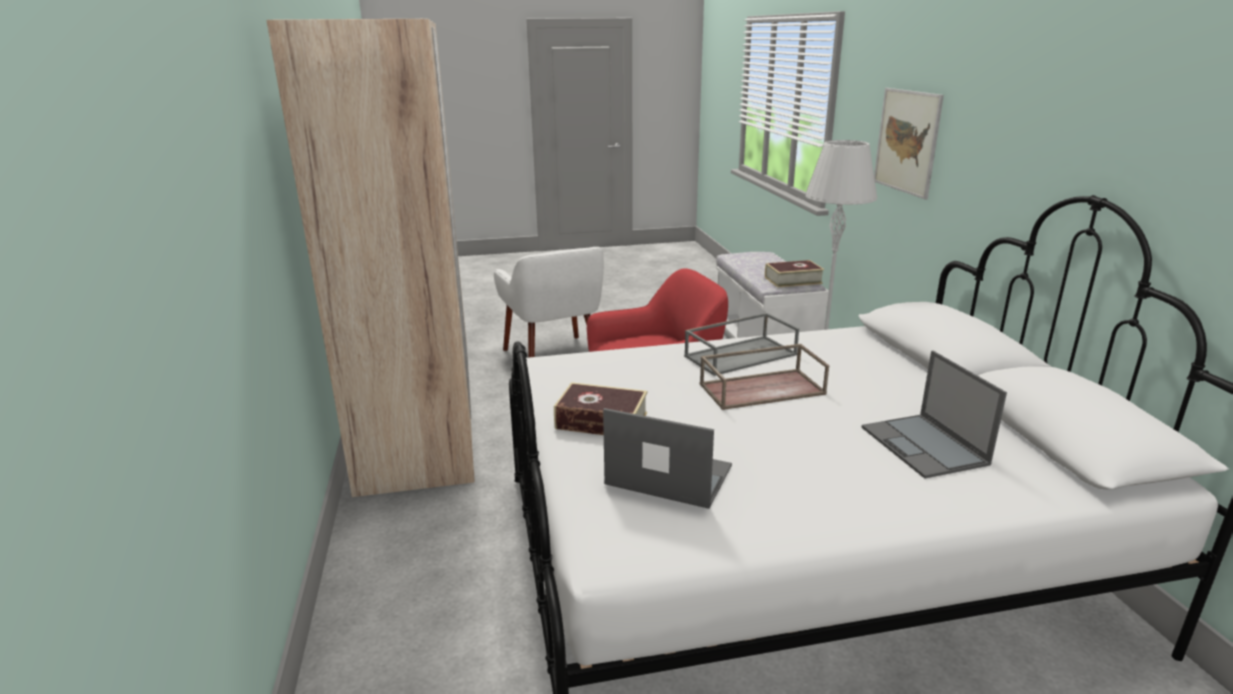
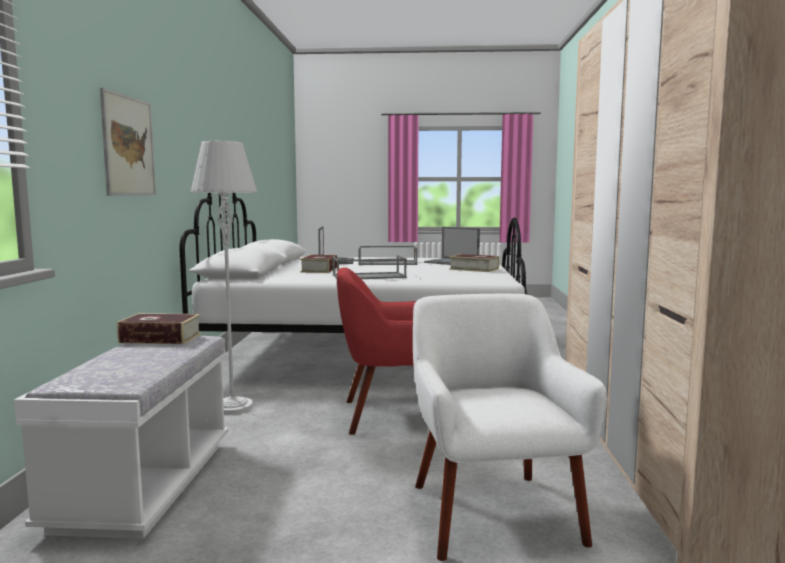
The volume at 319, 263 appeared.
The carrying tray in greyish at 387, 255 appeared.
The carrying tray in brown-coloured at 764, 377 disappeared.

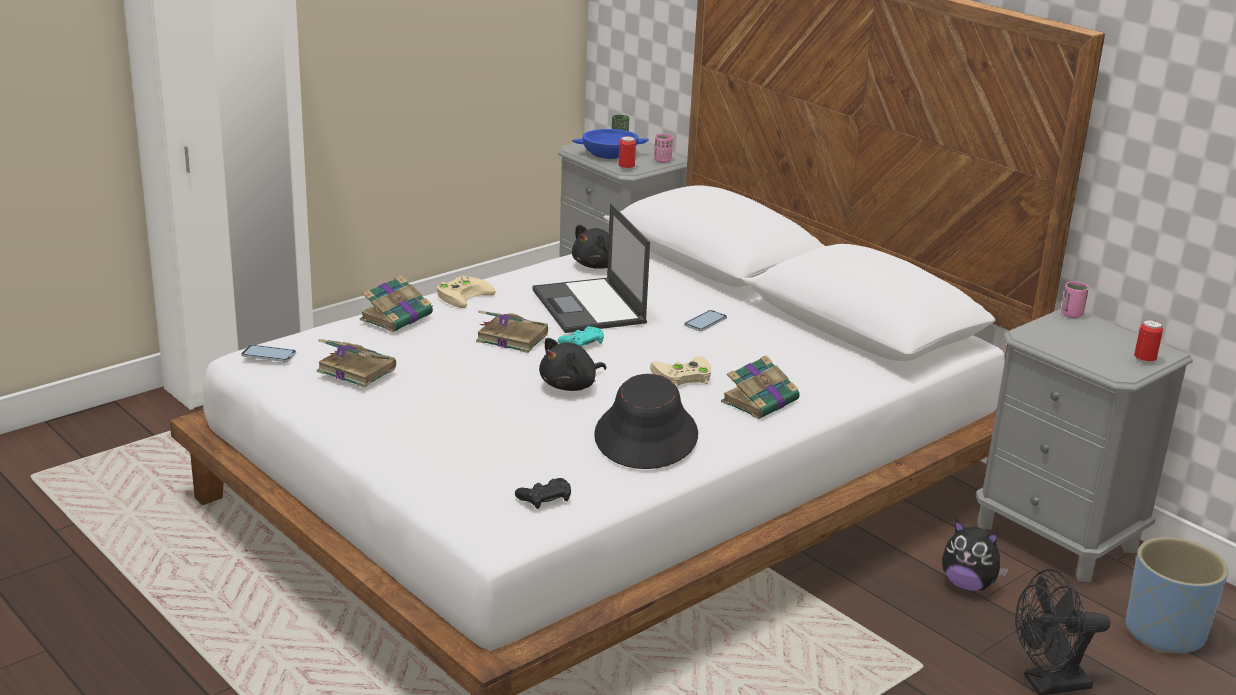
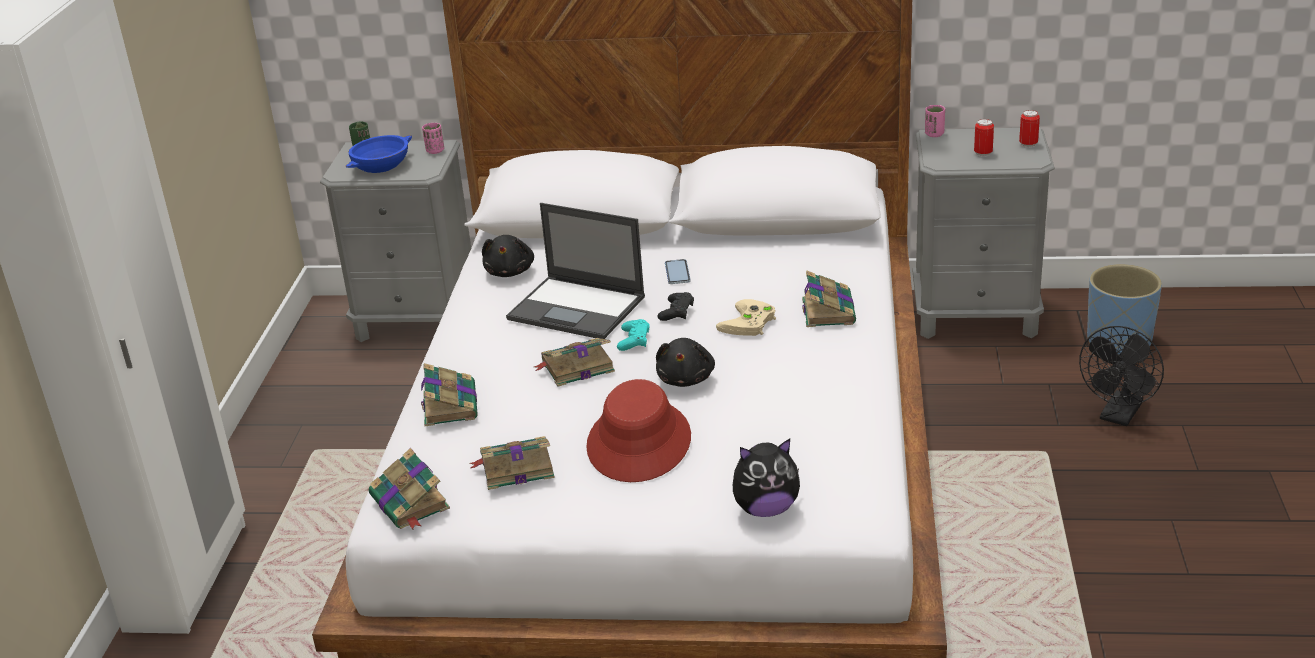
The telephone at 268, 353 was replaced by the volume at 409, 488.
The clothing hat in red at 638, 430 appeared.
The game controller in blackish moved from 543, 493 to 676, 306.
The plush toy moved from 975, 555 to 766, 478.
The metal can moved from 627, 153 to 984, 138.
The game controller in beige at 466, 292 disappeared.
The clothing hat in blackish at 646, 421 disappeared.

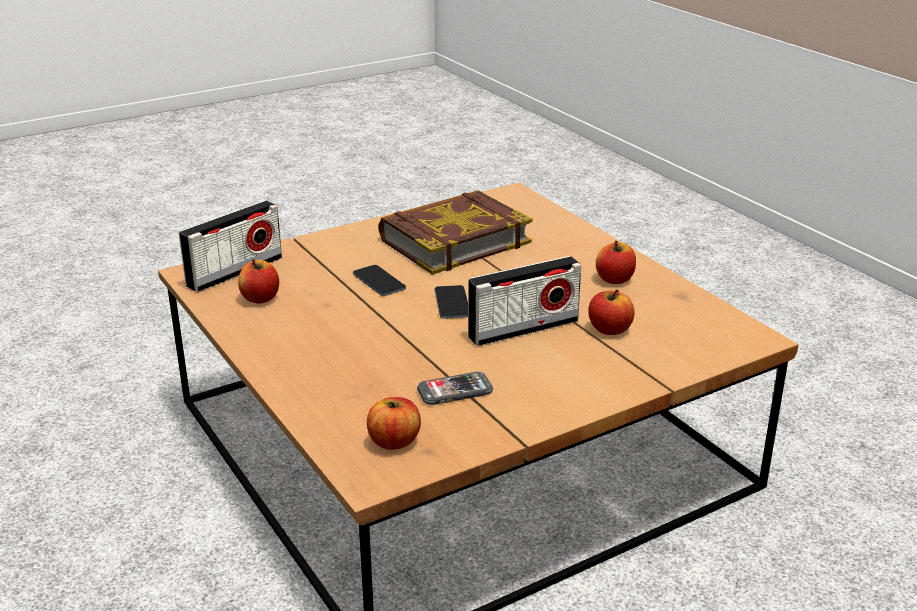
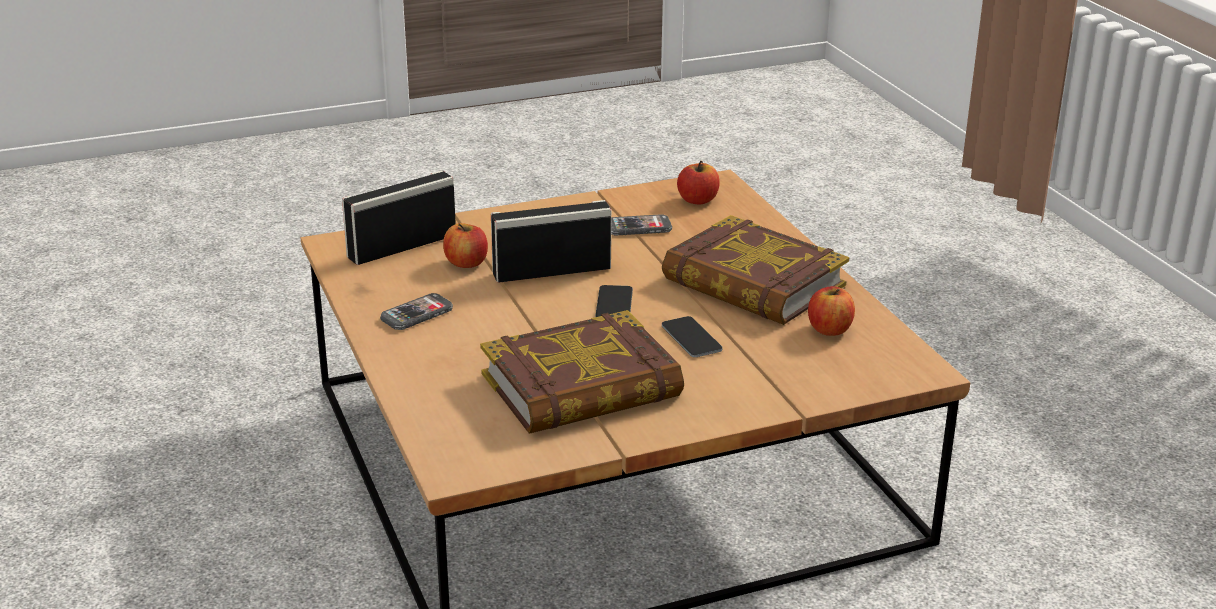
The radio set moved from 230, 246 to 399, 218.
The apple fruit at 616, 262 was replaced by the telephone at 416, 311.
The volume at 755, 270 appeared.

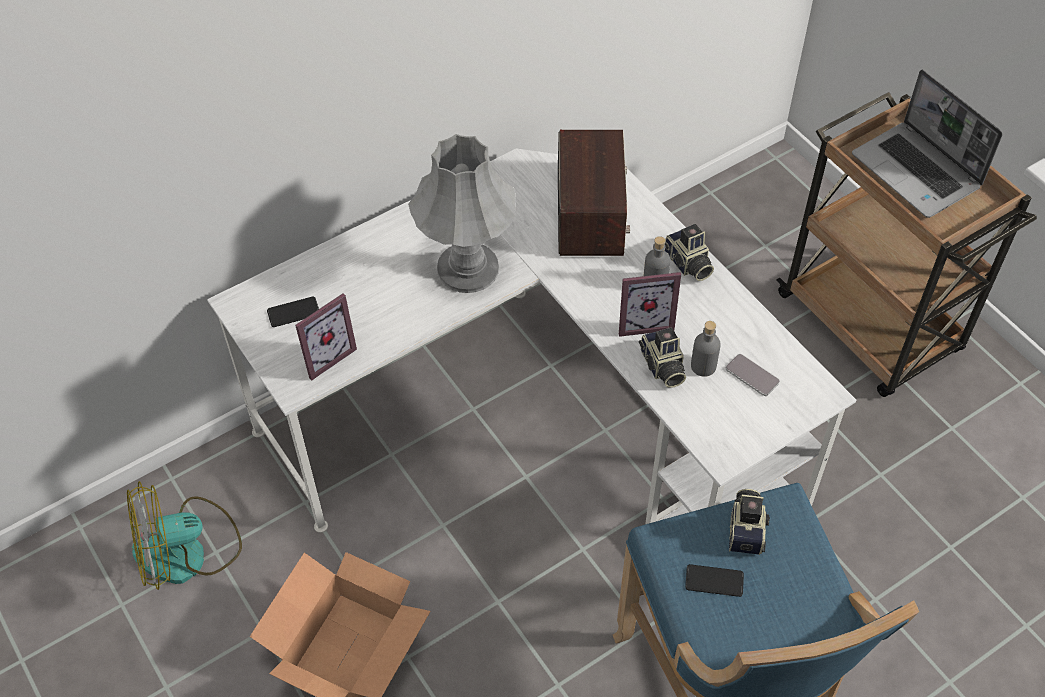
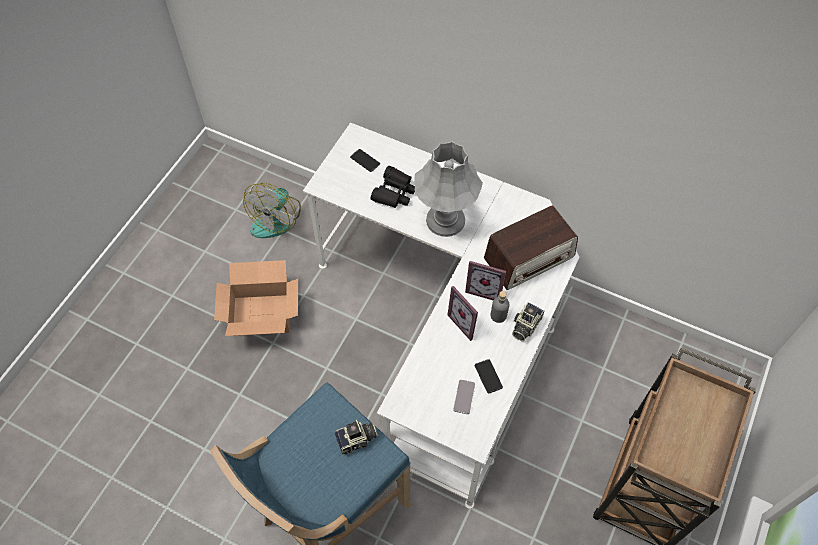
The cooling fan at 184, 535 turned 105 degrees counterclockwise.
The binoculars in blackish at 392, 187 appeared.
The standing frame moved from 326, 337 to 485, 280.
The telephone moved from 714, 580 to 489, 376.
The photo camera at 662, 357 disappeared.
The beverage bottle in greyish at 706, 349 disappeared.
The notebook computer at 927, 144 disappeared.

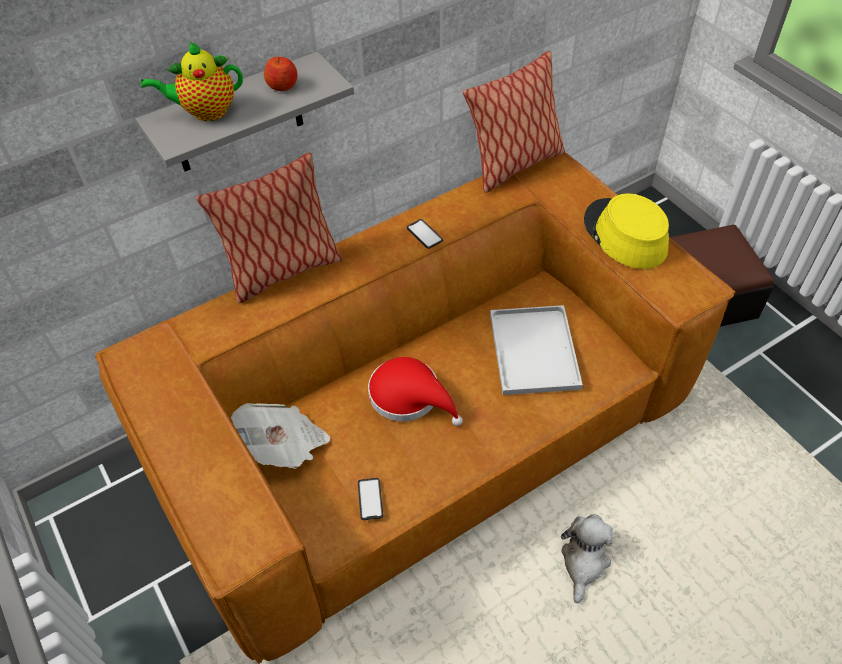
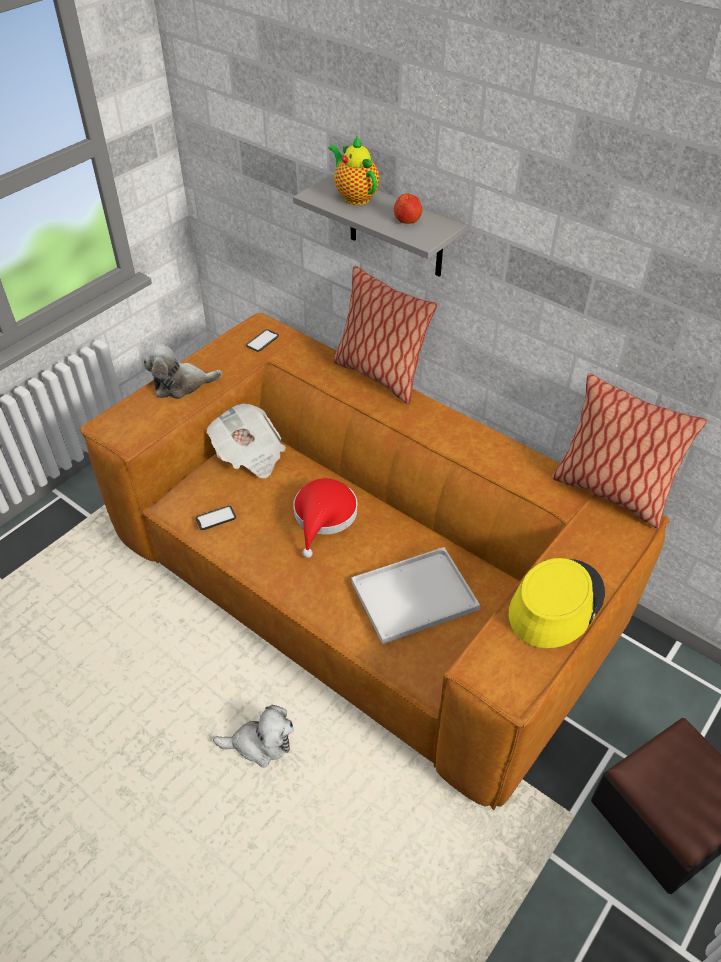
The plush toy at 183, 371 appeared.
The telephone moved from 425, 234 to 262, 340.

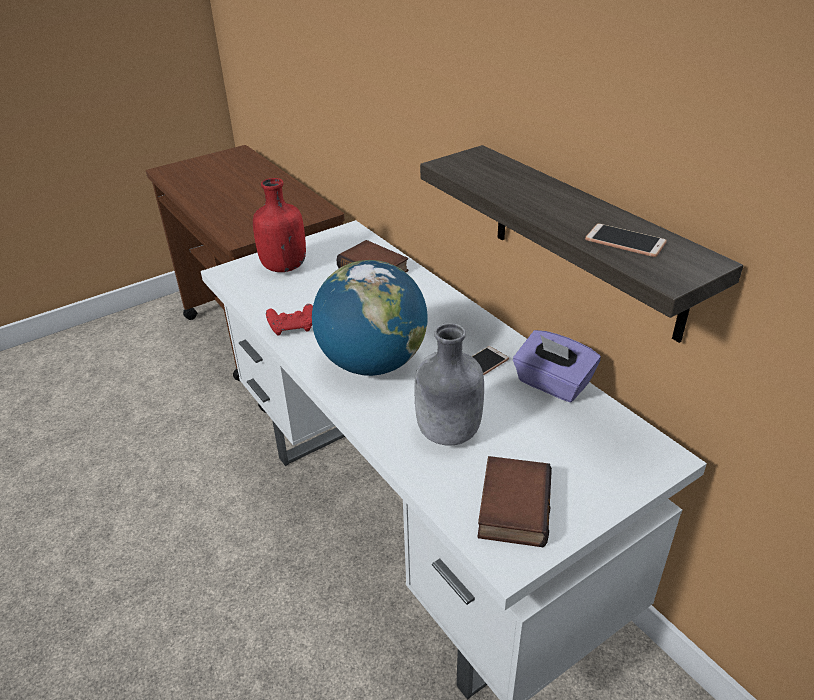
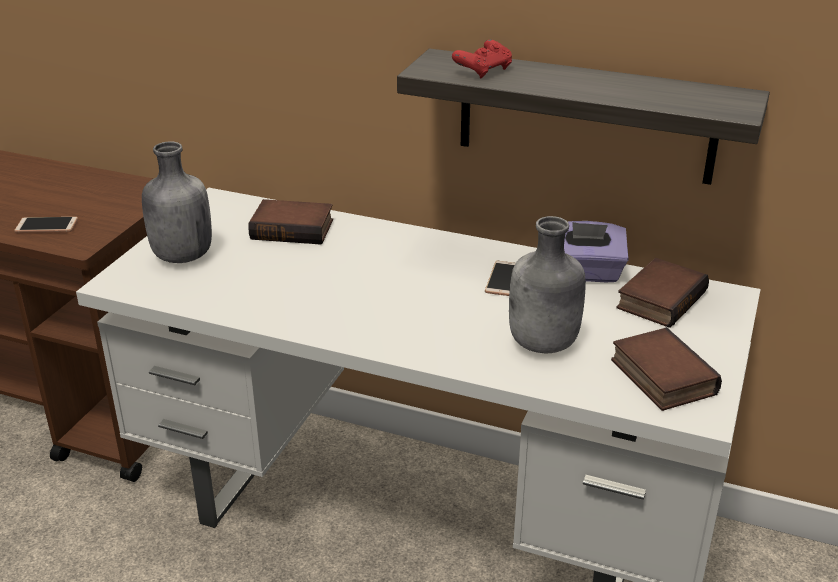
The telephone moved from 626, 240 to 46, 225.
The beverage bottle in red at 279, 225 became the beverage bottle in greyish at 177, 202.
The game controller in red moved from 289, 319 to 482, 59.
The volume at 662, 293 appeared.
The desk globe at 370, 318 disappeared.

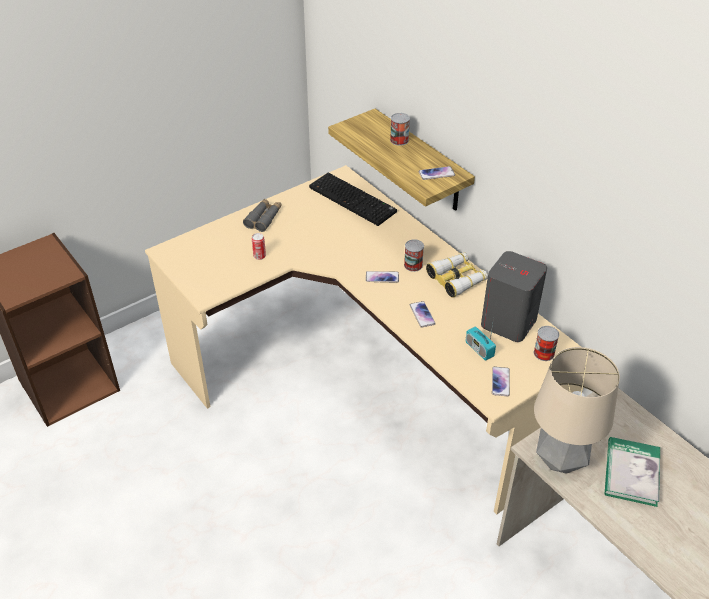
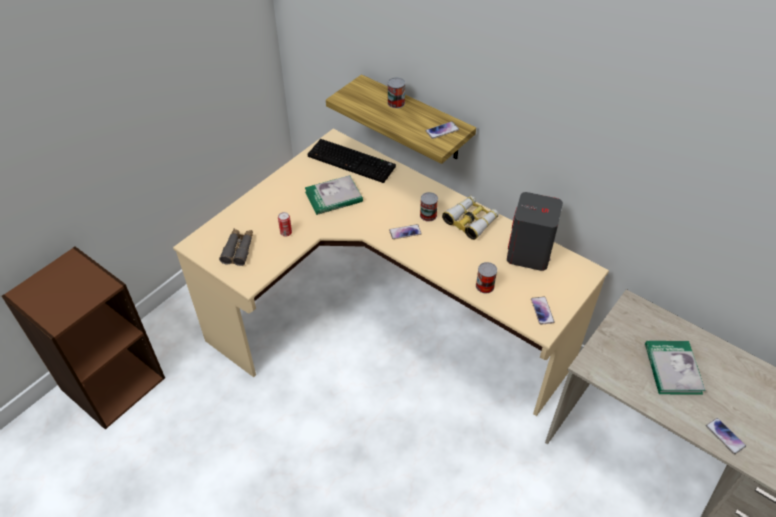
The binoculars in greyish moved from 262, 215 to 236, 247.
The volume at 334, 195 appeared.
The metal can moved from 546, 343 to 486, 278.
The telephone moved from 423, 314 to 726, 436.
The radio set at 480, 339 disappeared.
The tabletop lamp at 577, 410 disappeared.

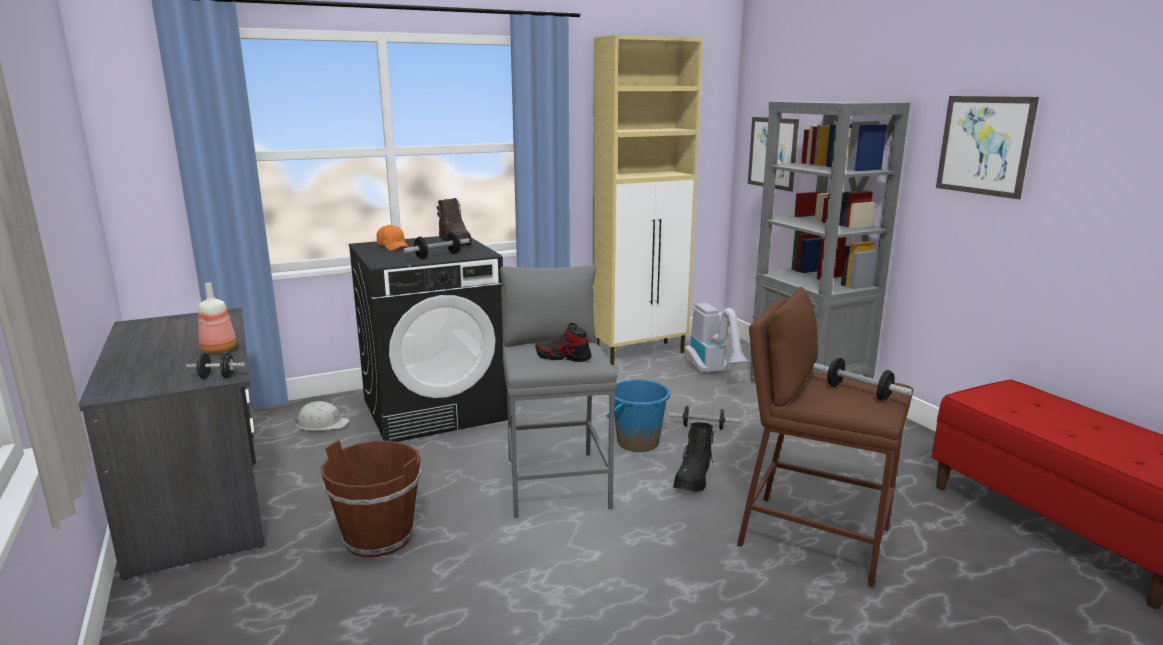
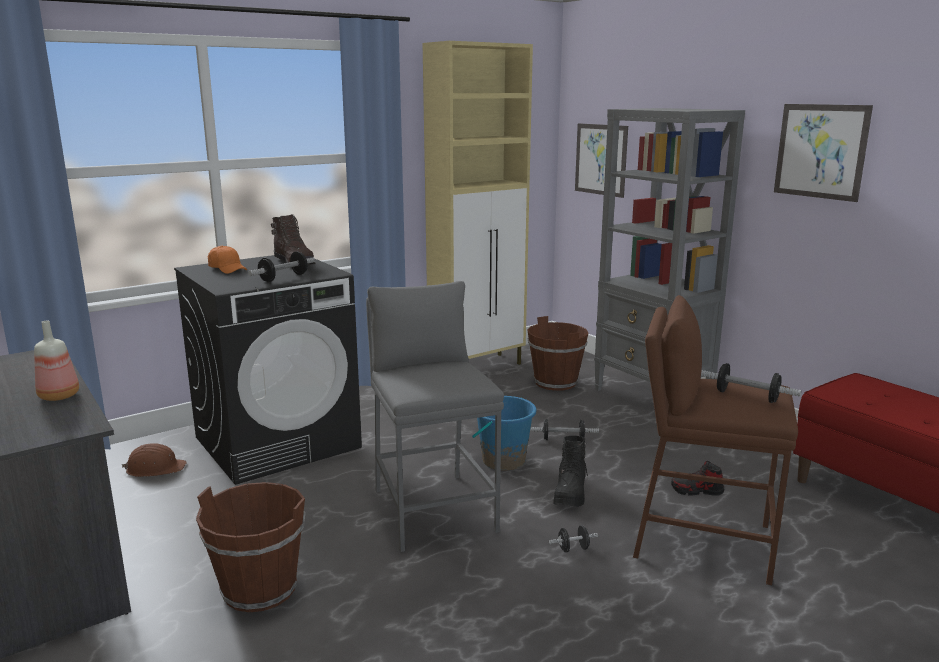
The work helmet in white at 322, 415 became the work helmet in brown-coloured at 154, 460.
The vacuum at 716, 338 was replaced by the bucket in brown-coloured at 557, 353.
The dumbbell in blackish moved from 215, 365 to 573, 539.
The shoe moved from 563, 342 to 697, 478.

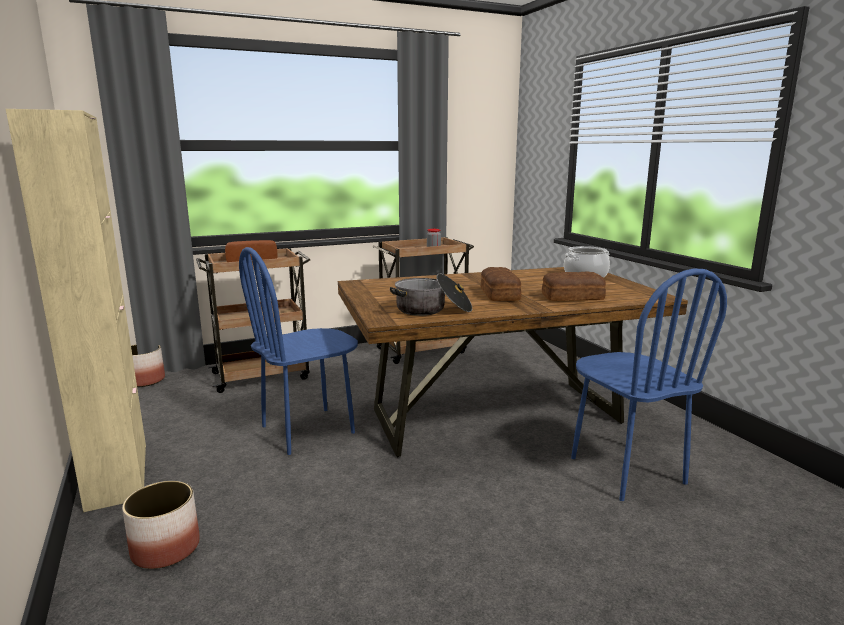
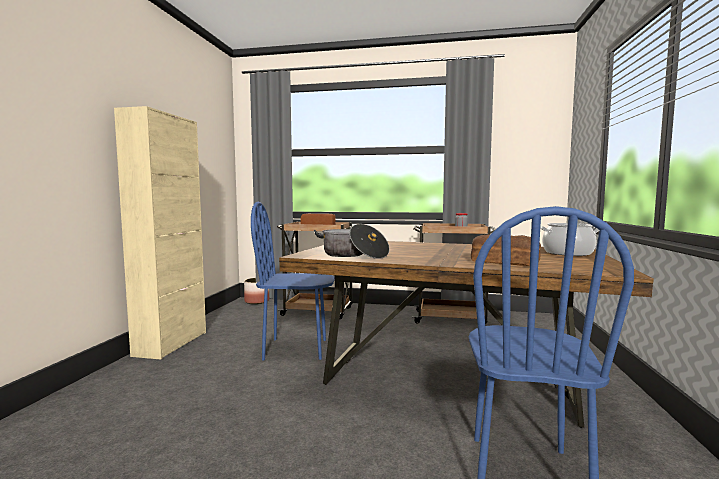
The flower pot at 161, 525 disappeared.
The bread at 501, 284 disappeared.

